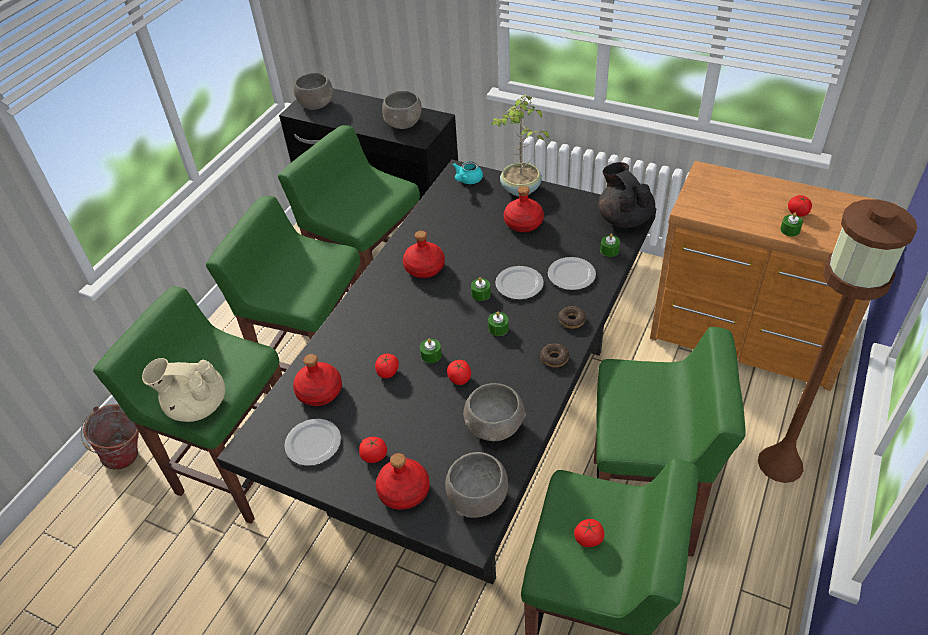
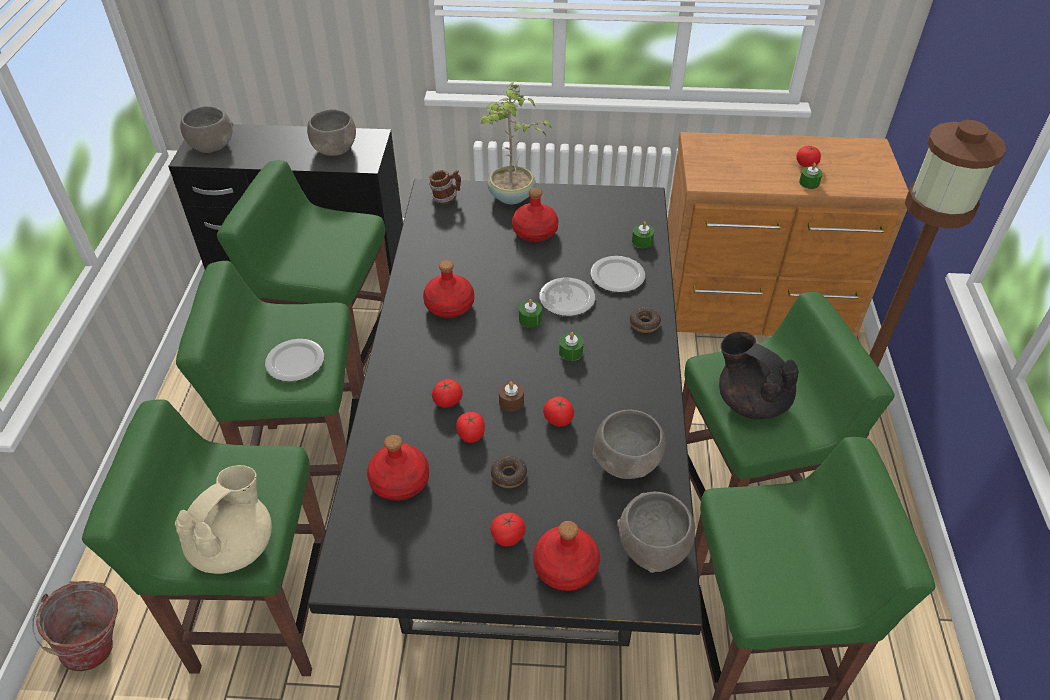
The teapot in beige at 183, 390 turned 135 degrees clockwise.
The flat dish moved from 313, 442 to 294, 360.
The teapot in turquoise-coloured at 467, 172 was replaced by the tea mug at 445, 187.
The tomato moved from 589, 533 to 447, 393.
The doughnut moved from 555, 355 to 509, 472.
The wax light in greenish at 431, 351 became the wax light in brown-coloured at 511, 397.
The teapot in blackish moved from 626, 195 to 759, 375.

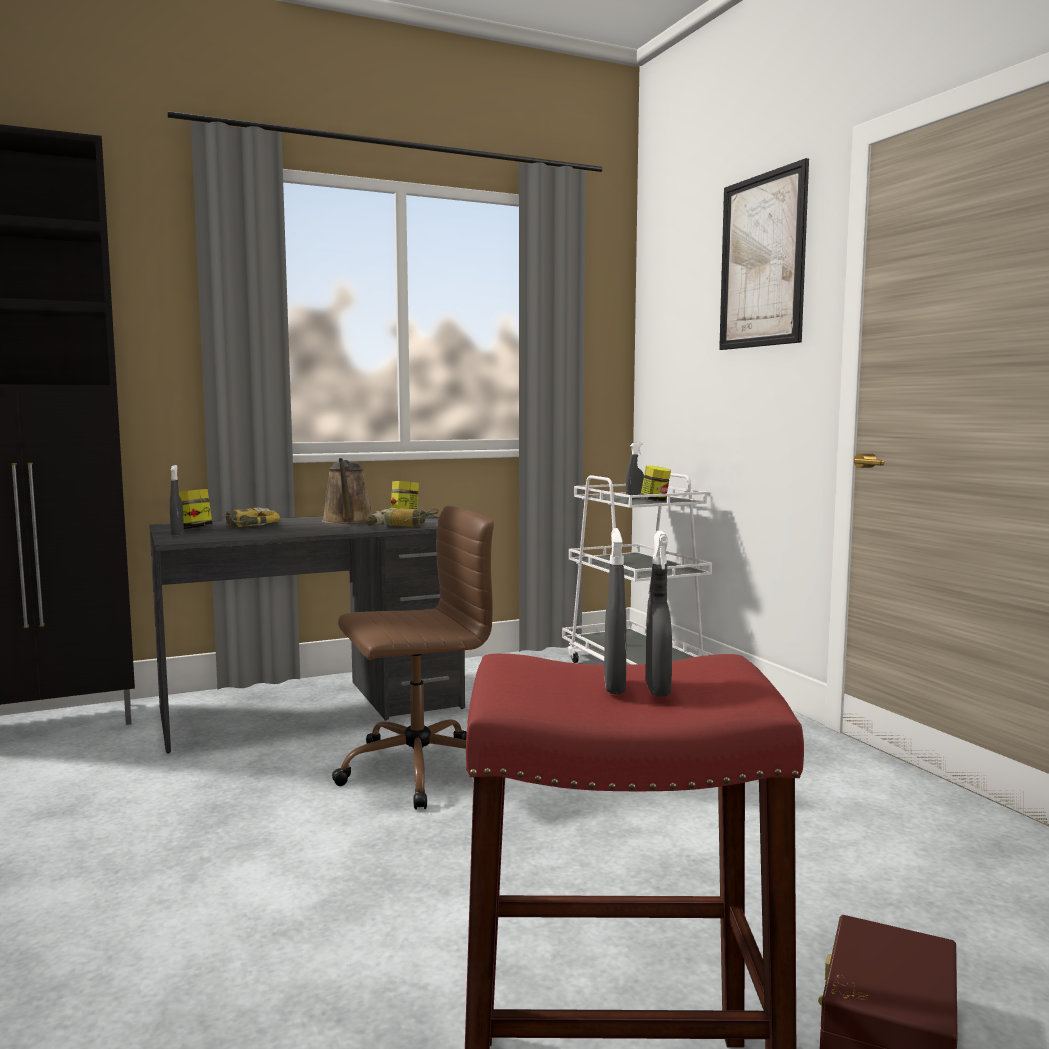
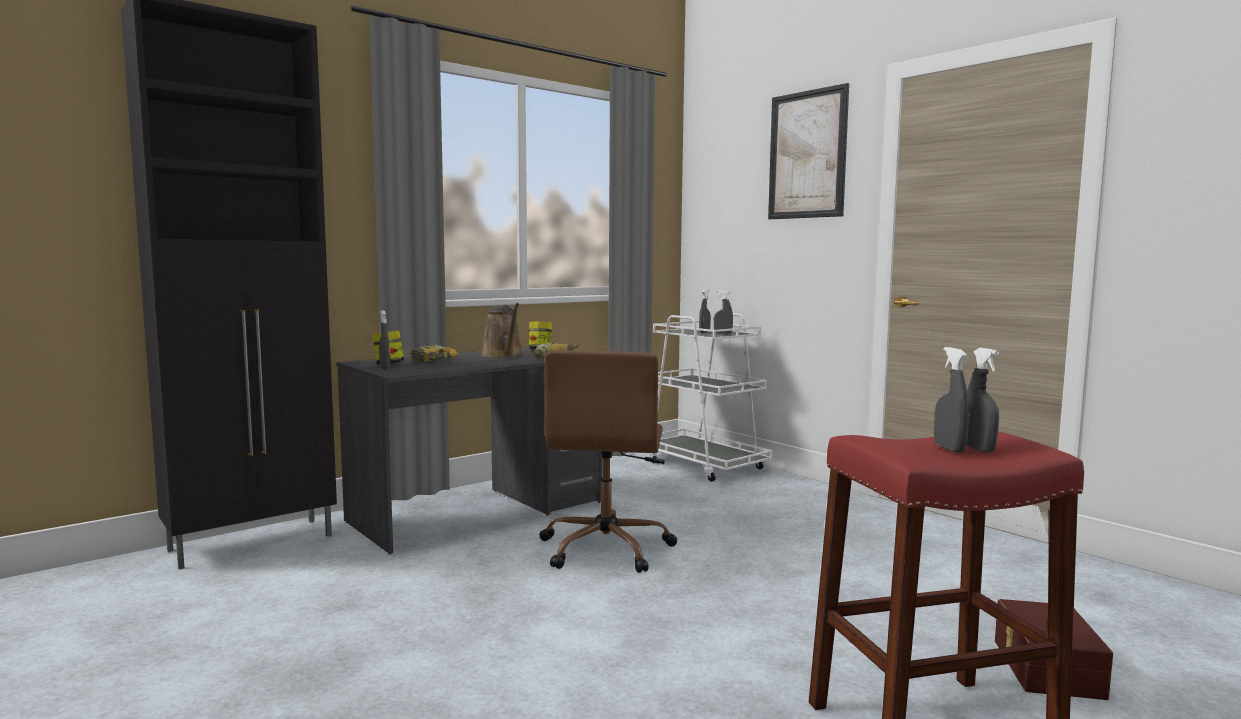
The office chair in brown-coloured at 413, 658 turned 135 degrees clockwise.
The preserve jar at 656, 483 was replaced by the sprayer in greyish at 723, 312.

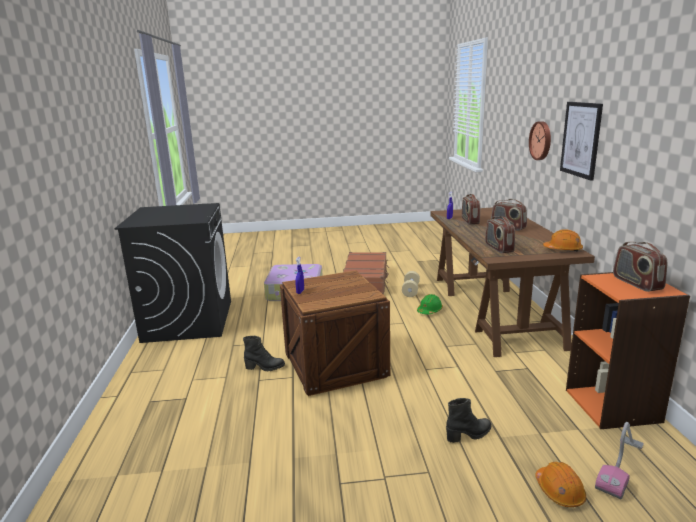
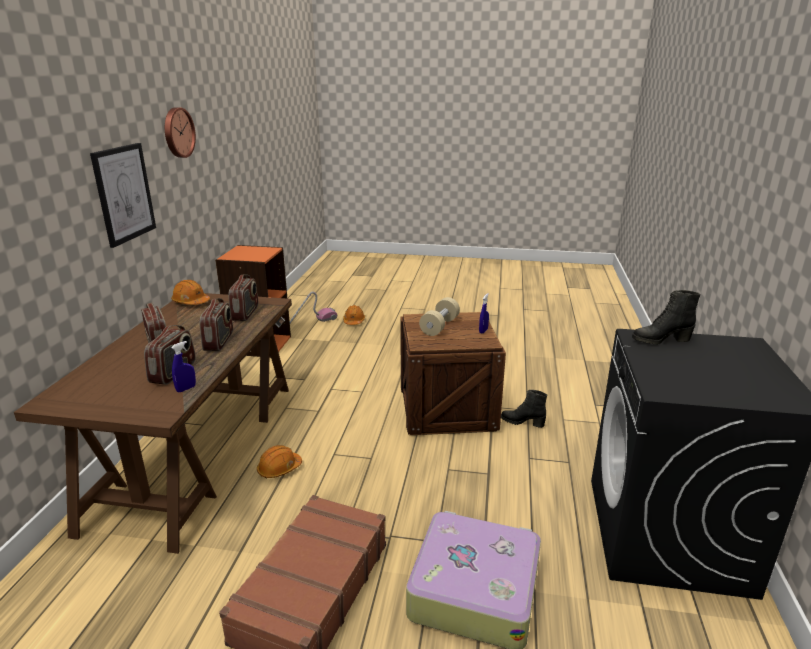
The hanging clock moved from 540, 140 to 180, 132.
The radio set moved from 640, 267 to 216, 324.
The work helmet in greenish at 430, 304 became the work helmet in orangey at 279, 461.
The dumbbell in beige moved from 411, 284 to 439, 316.
The tall boot in blackish moved from 468, 420 to 666, 317.

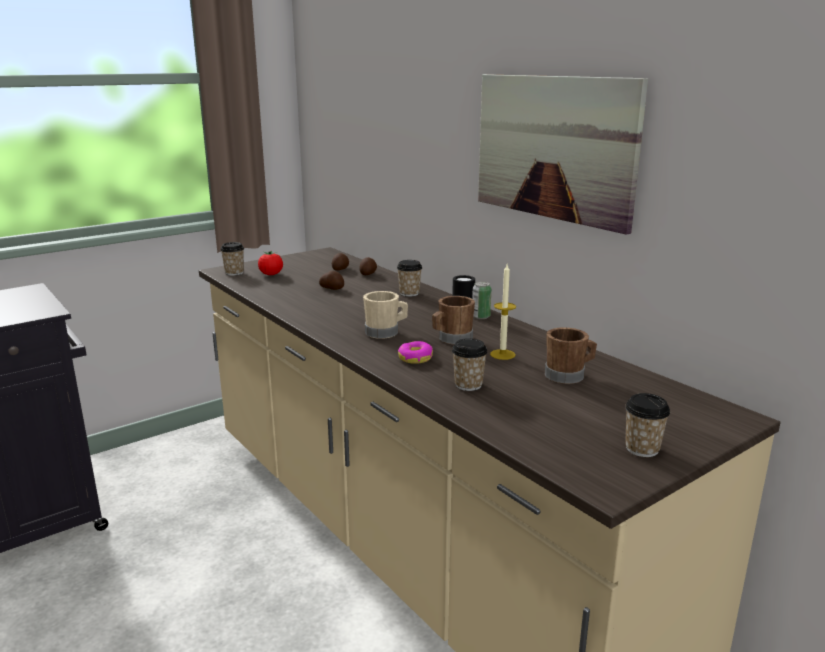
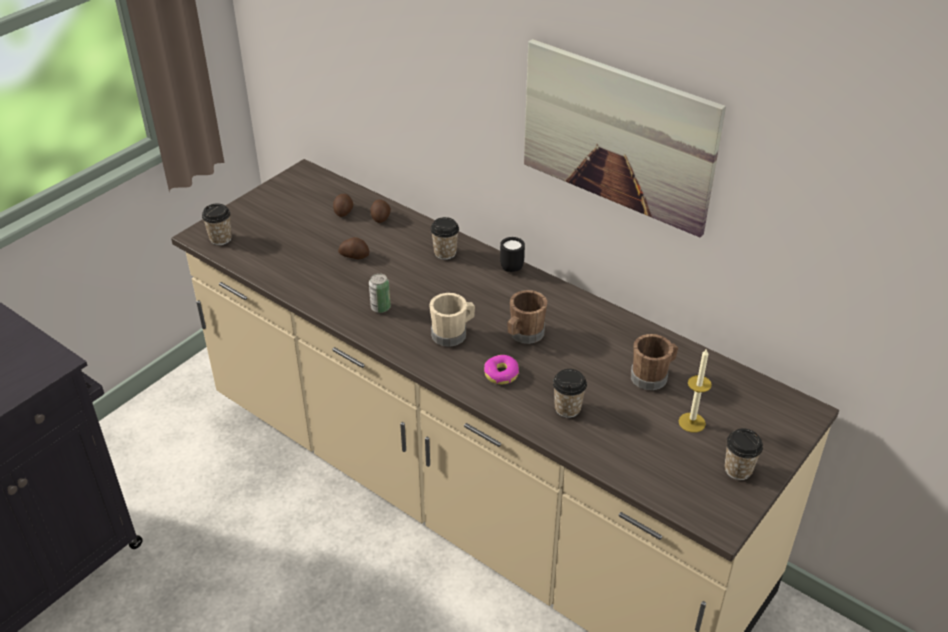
The metal can moved from 481, 300 to 380, 293.
The wax light moved from 503, 312 to 695, 390.
The tomato at 270, 263 disappeared.

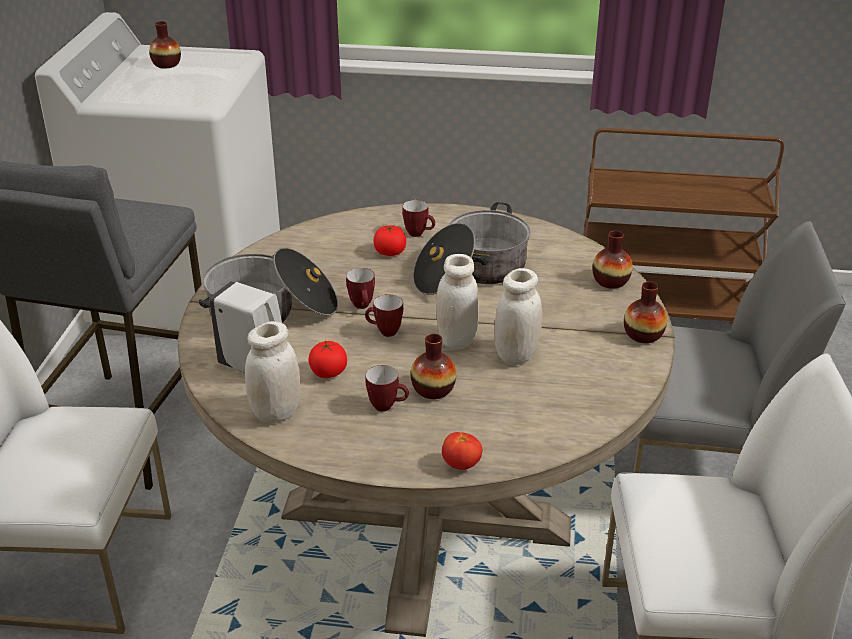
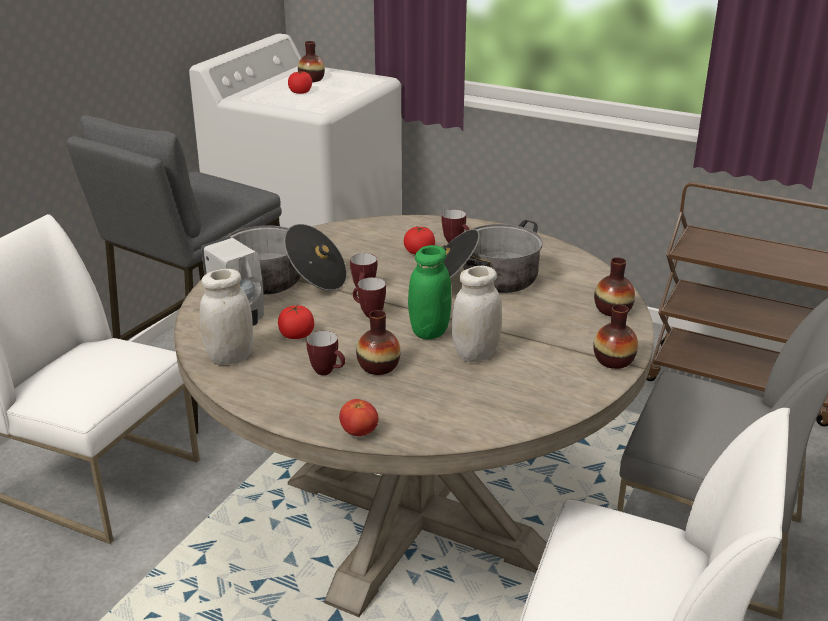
The tomato at 300, 82 appeared.
The preserve jar in white at 457, 302 became the preserve jar in greenish at 429, 292.

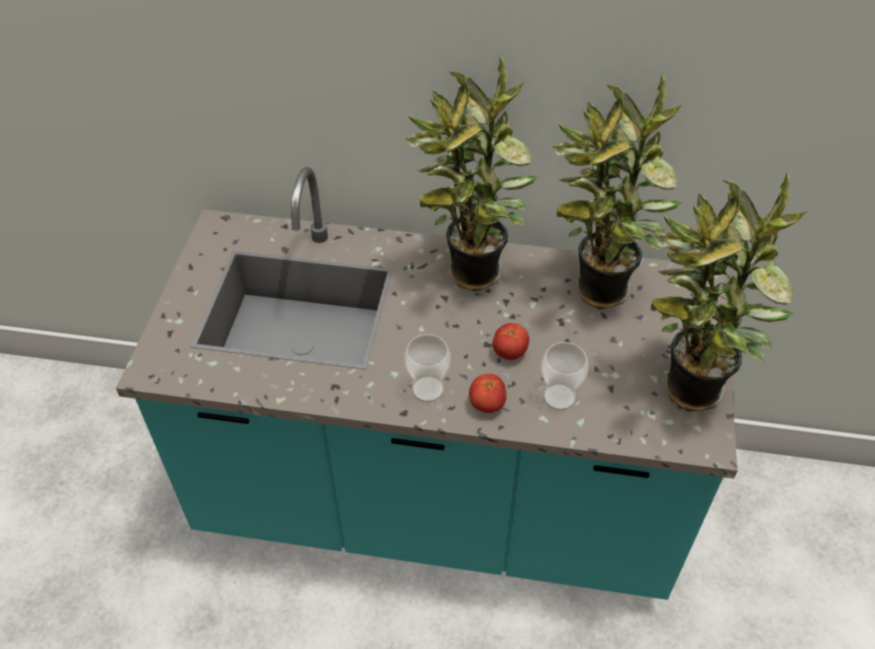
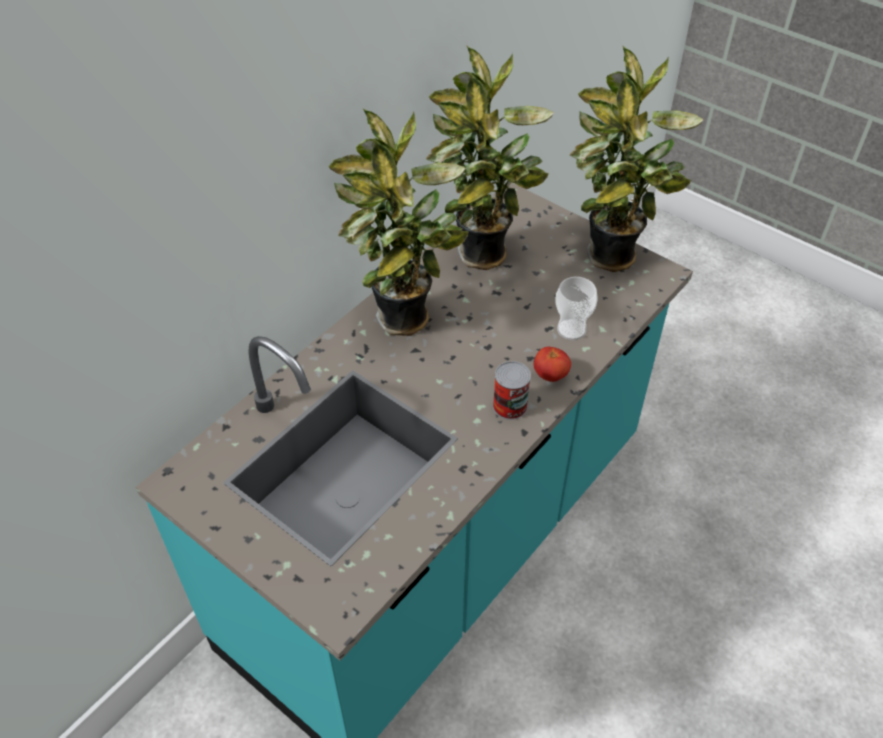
The cup at 427, 368 was replaced by the metal can at 512, 390.
The tomato at 511, 341 disappeared.

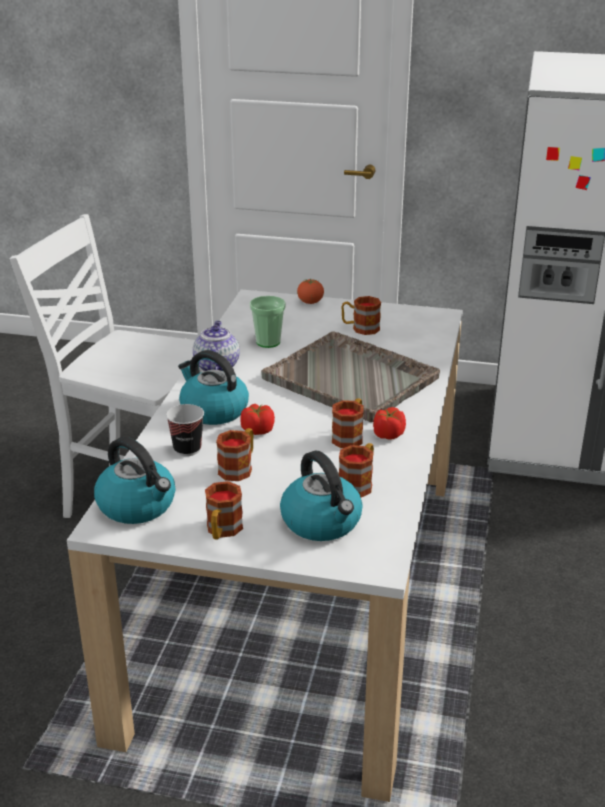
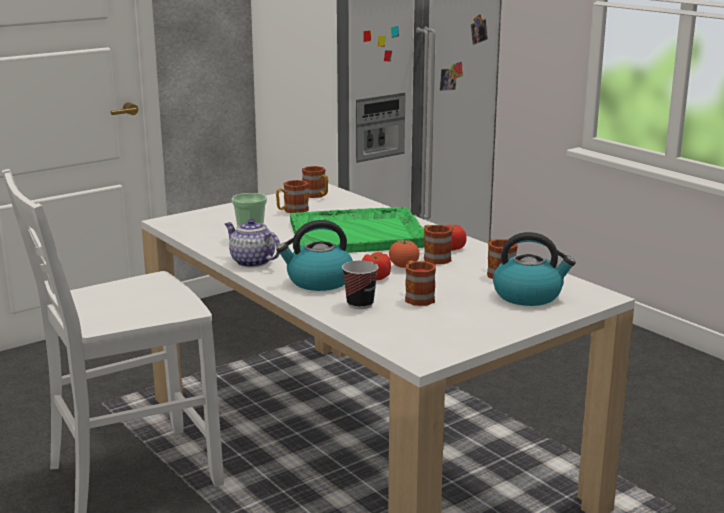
The carrying tray in greyish at 350, 376 became the carrying tray in greenish at 357, 230.
The tea mug moved from 224, 510 to 315, 182.
The tomato moved from 310, 291 to 404, 253.
The water kettle at 134, 480 disappeared.

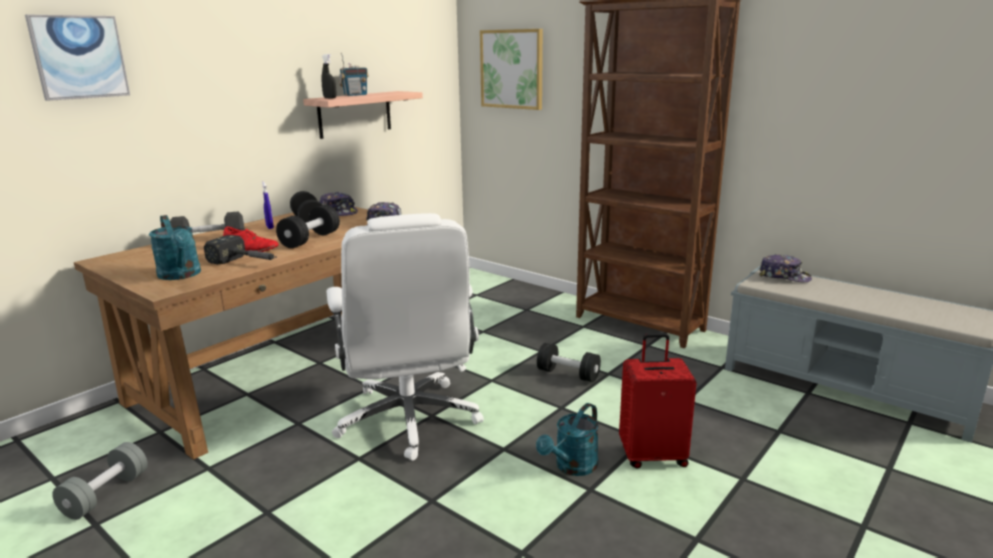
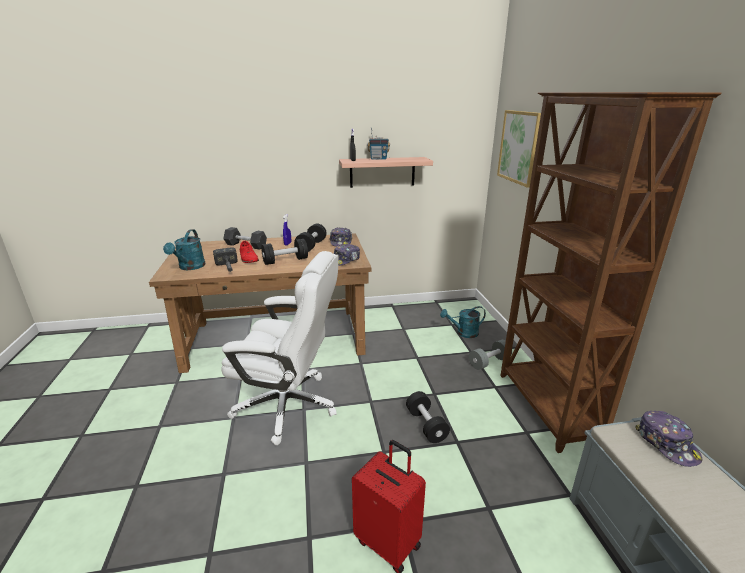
The office chair in white at 405, 337 turned 105 degrees counterclockwise.
The sprinkling can in turquoise-coloured moved from 567, 439 to 463, 322.
The dumbbell in greyish moved from 100, 481 to 490, 355.
The wall art at 77, 58 disappeared.

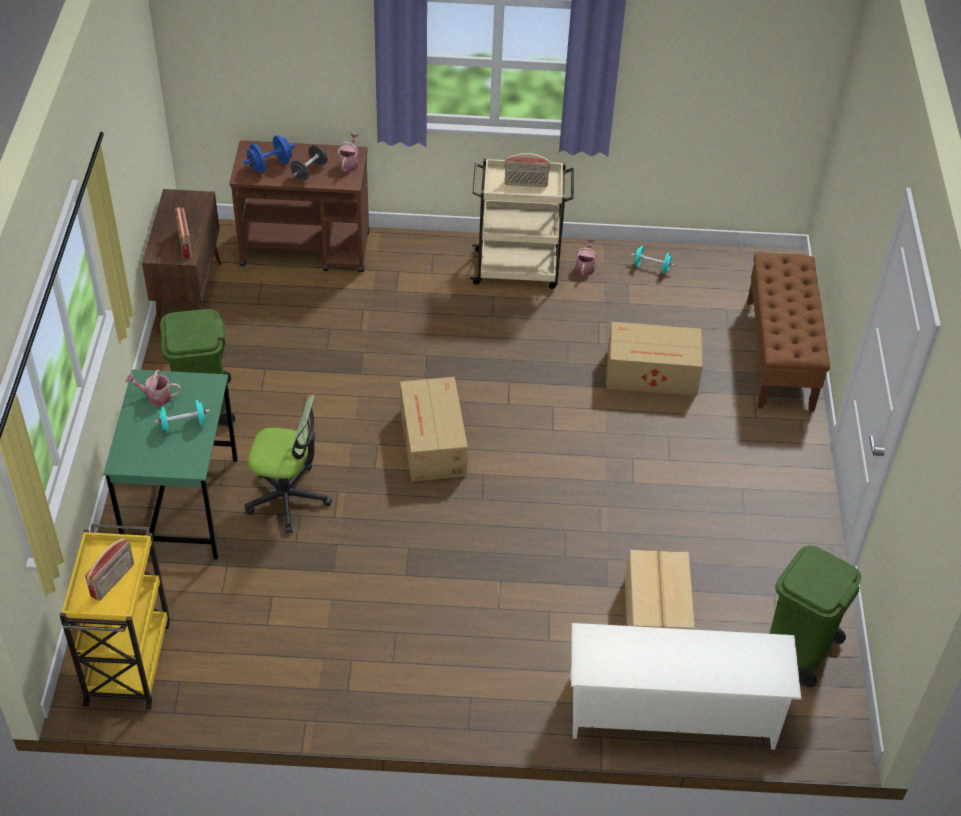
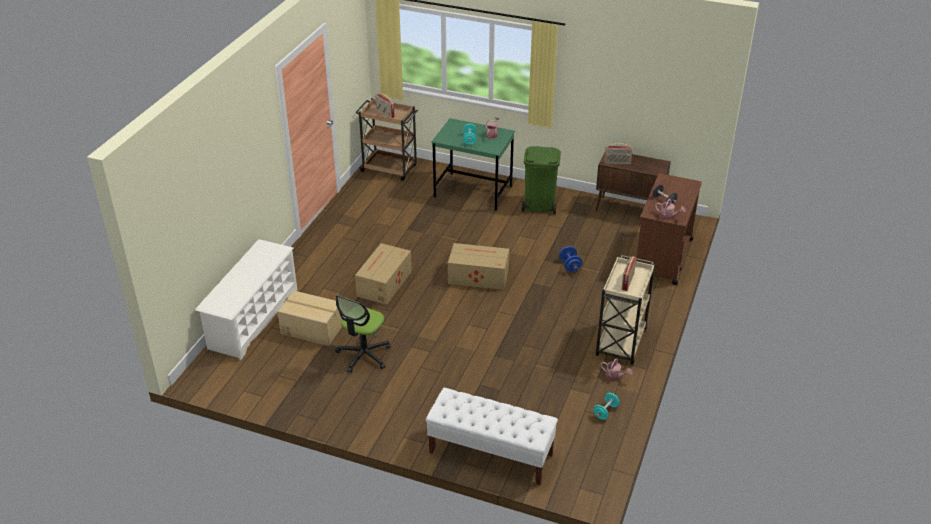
The office chair moved from 288, 464 to 362, 334.
The cart in yellow at 114, 617 became the cart in brown-coloured at 386, 139.
The packing box moved from 654, 359 to 383, 274.
The long seat in brown-coloured at 788, 332 became the long seat in white at 492, 436.
The dumbbell in bluish moved from 269, 154 to 570, 259.
The rubbish bin in greenish at 815, 616 disappeared.

